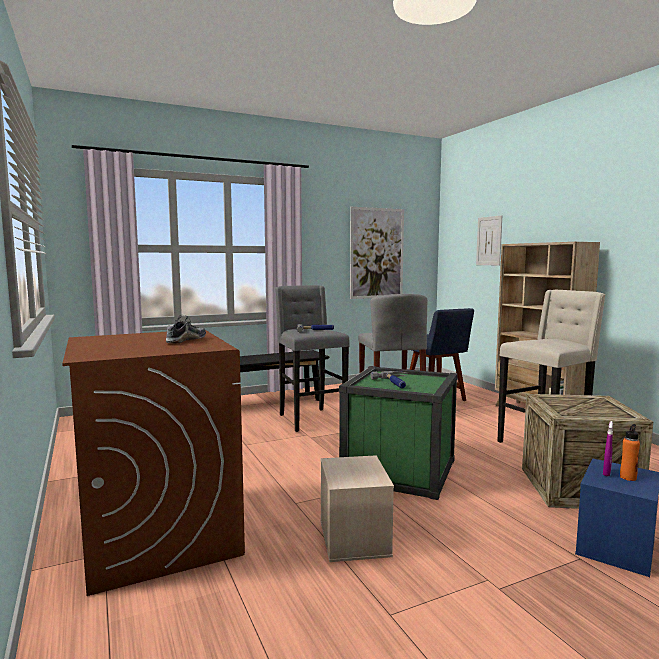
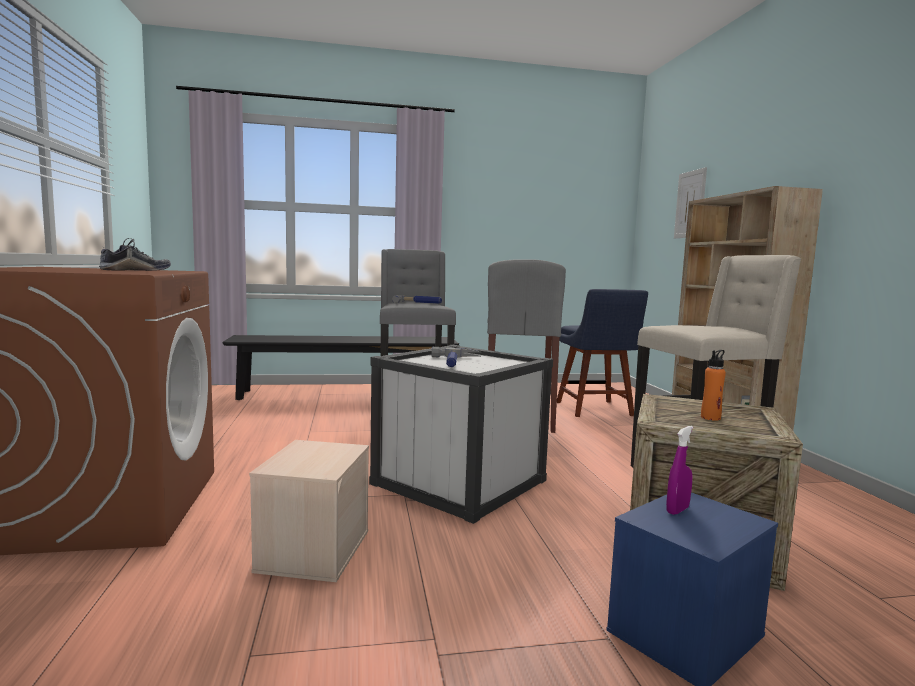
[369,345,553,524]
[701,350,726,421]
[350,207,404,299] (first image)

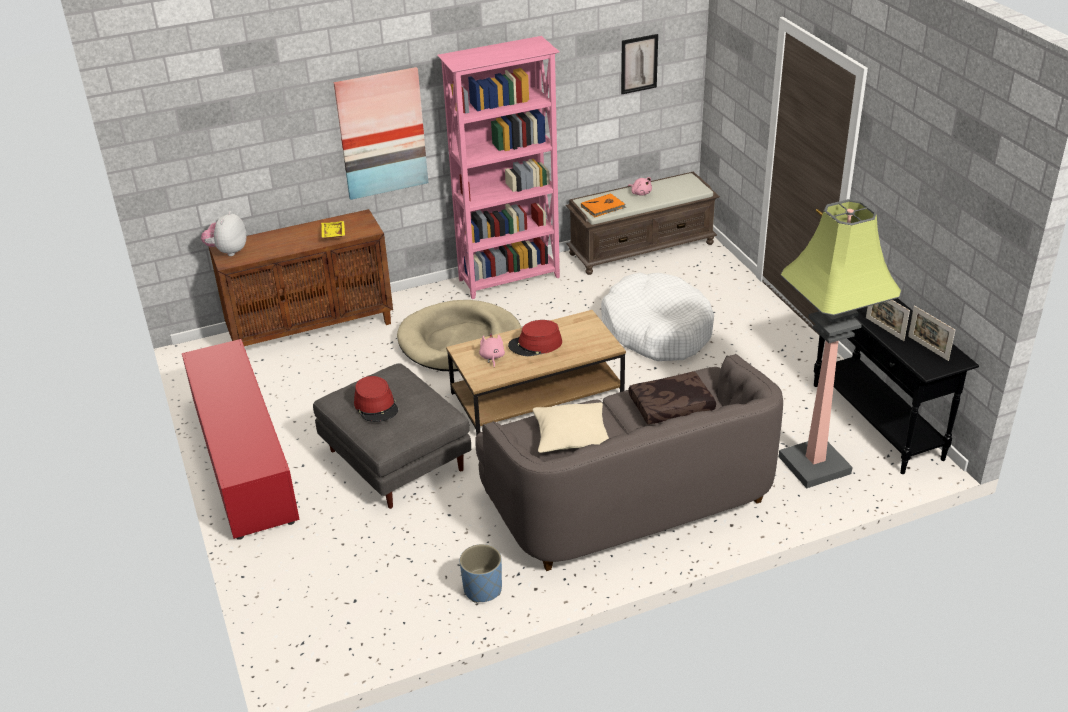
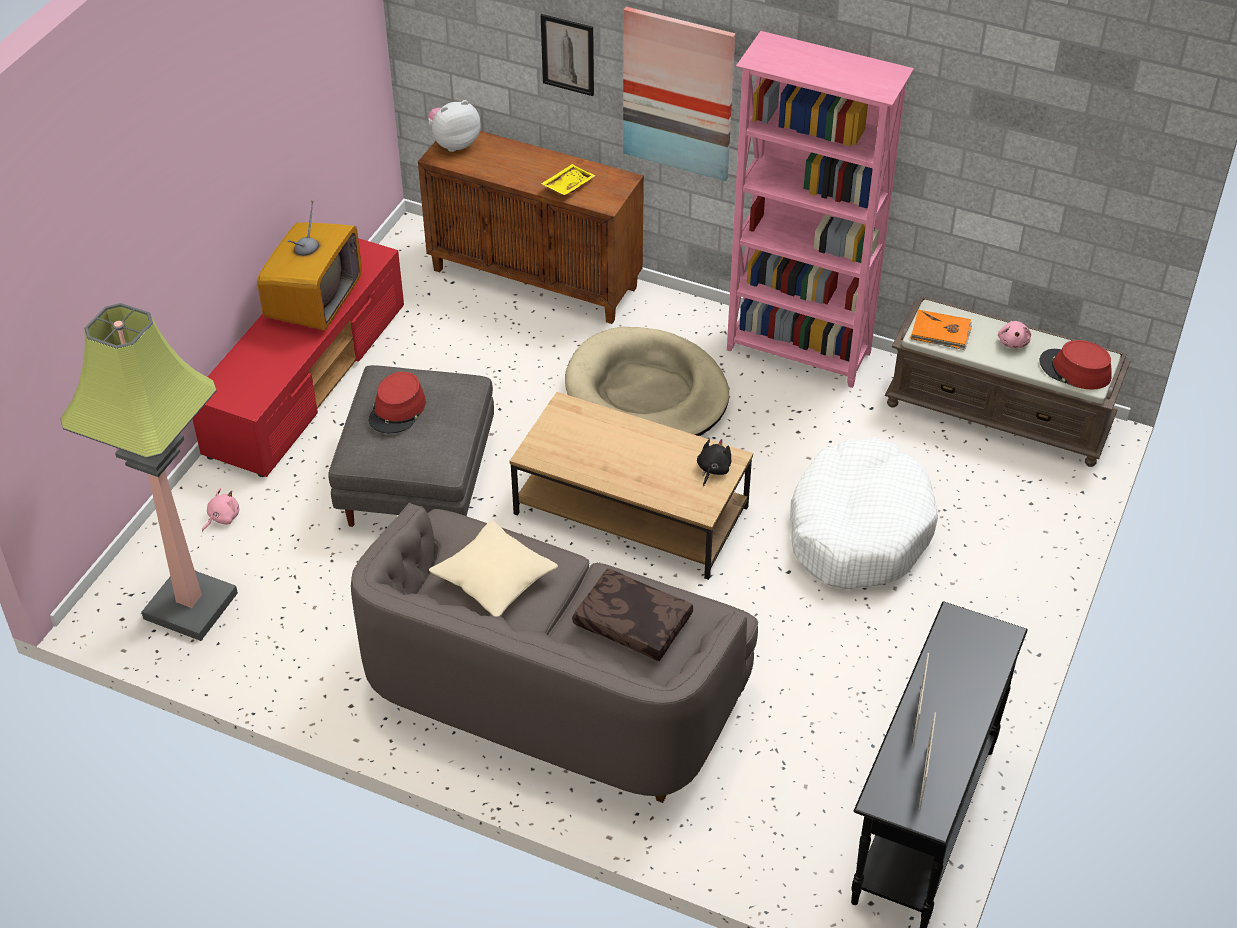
[60,303,238,641]
[202,488,239,532]
[257,200,362,331]
[541,14,594,96]
[697,439,732,486]
[1040,340,1112,390]
[460,544,502,603] (first image)

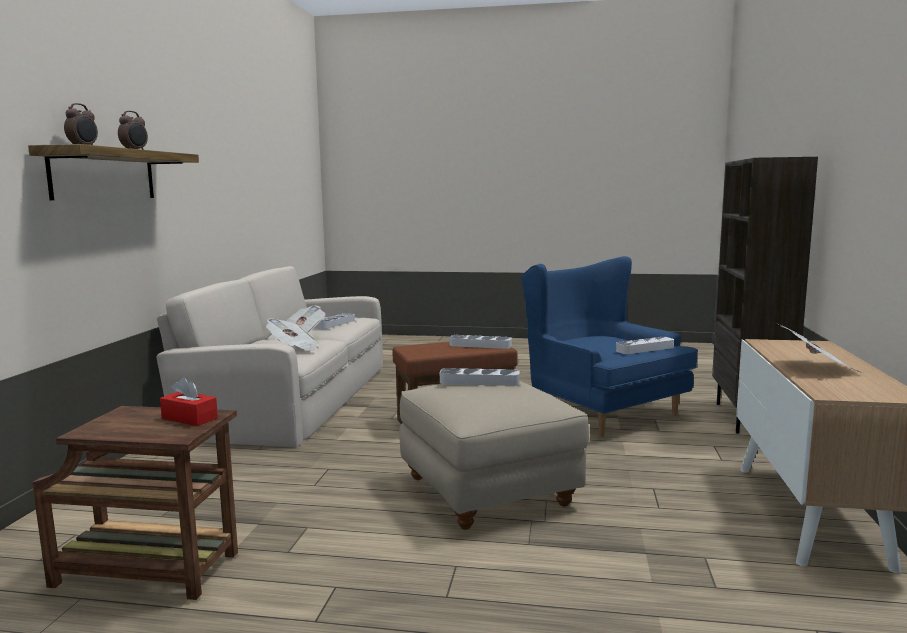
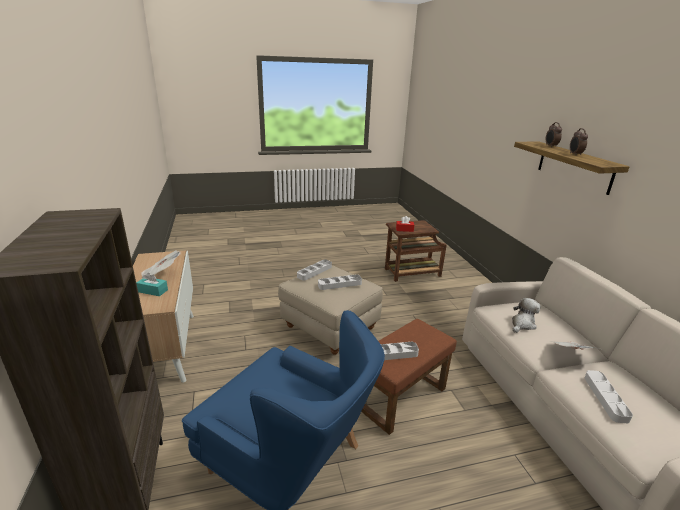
[136,273,168,296]
[297,259,332,281]
[512,298,540,333]

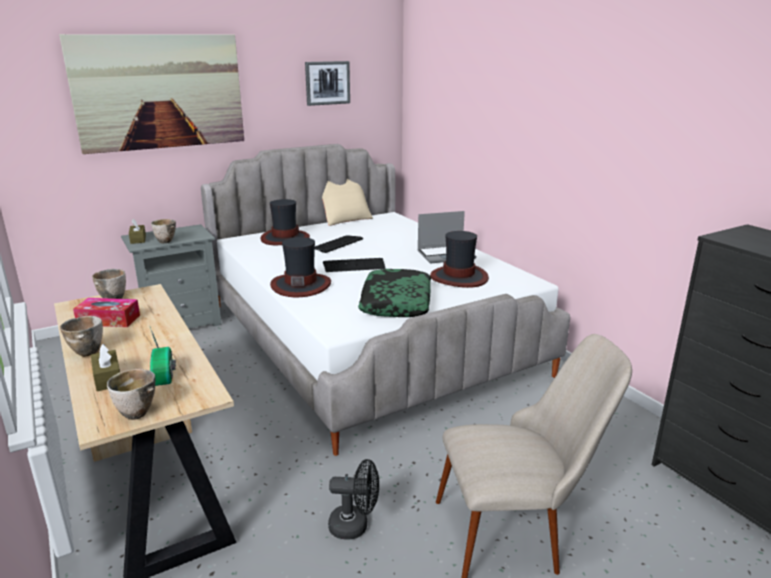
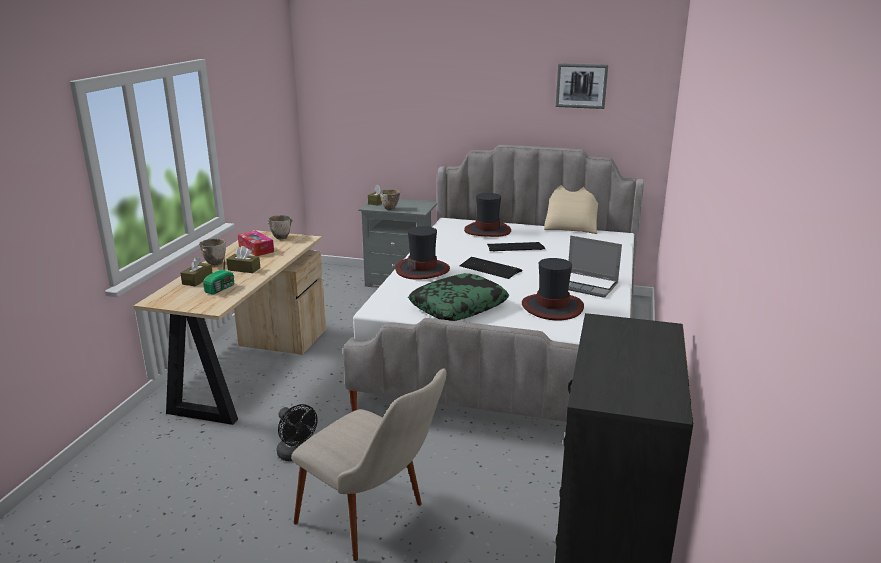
[226,246,260,273]
[59,34,244,154] (first image)
[107,369,155,420] (first image)

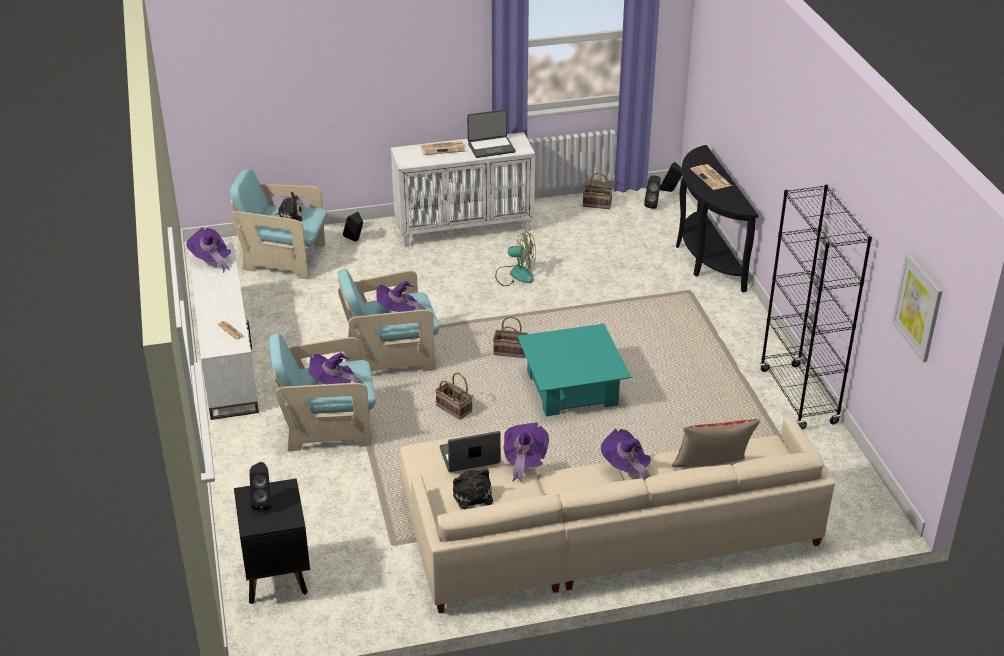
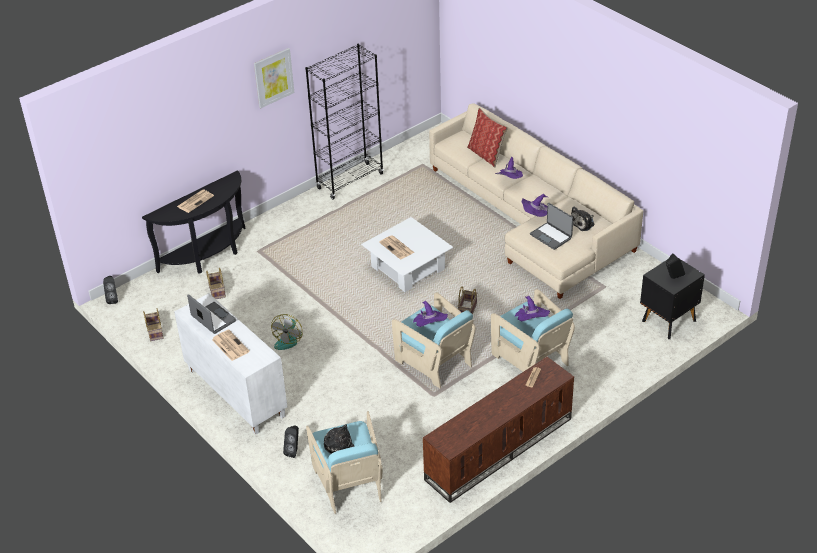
[206,268,226,299]
[254,48,294,108]
[271,314,303,350]
[361,217,453,292]
[379,235,415,259]
[423,357,574,503]
[186,227,231,273] (first image)
[644,176,661,209] (first image)

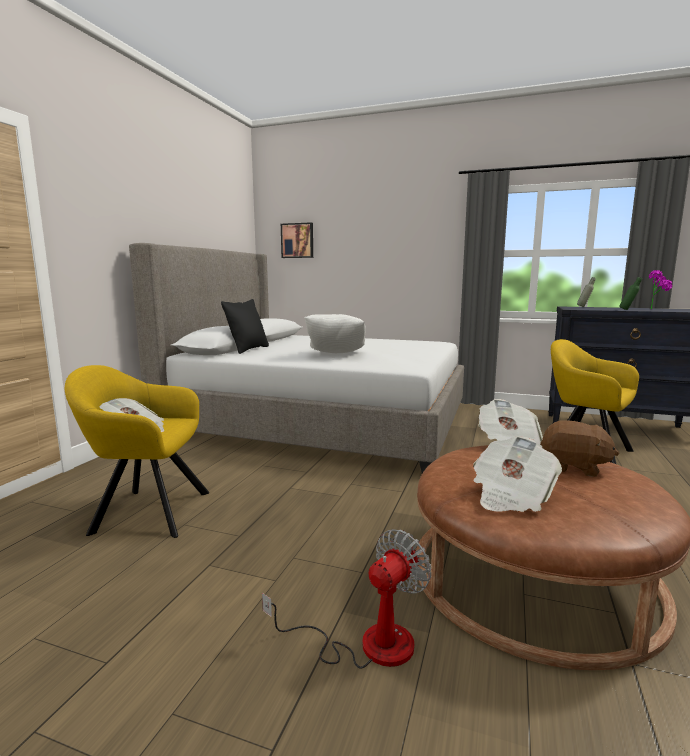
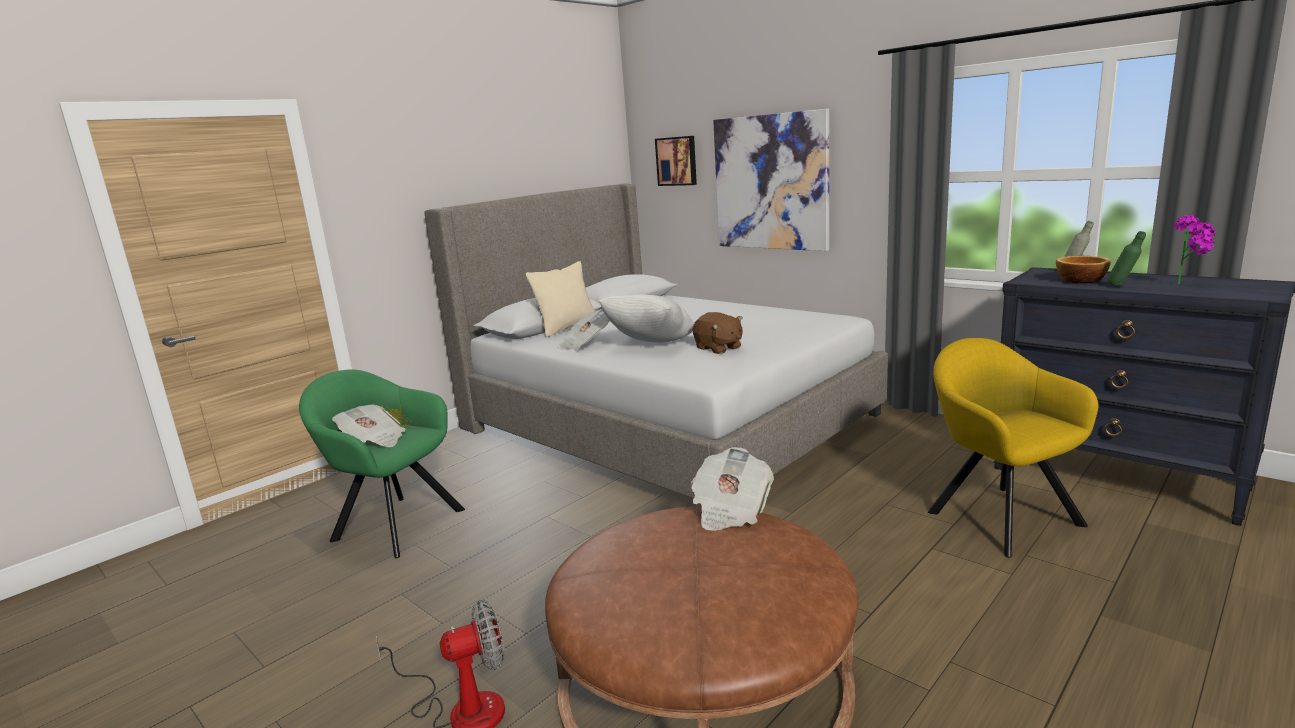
[299,369,465,558]
[526,261,595,337]
[557,309,610,349]
[693,312,743,354]
[713,109,829,251]
[1056,256,1111,284]

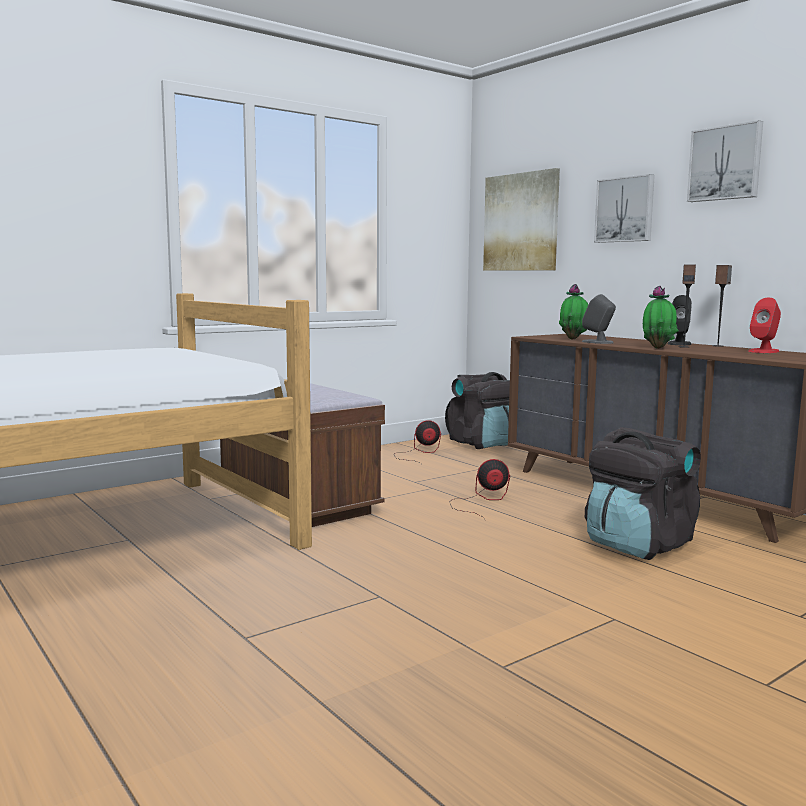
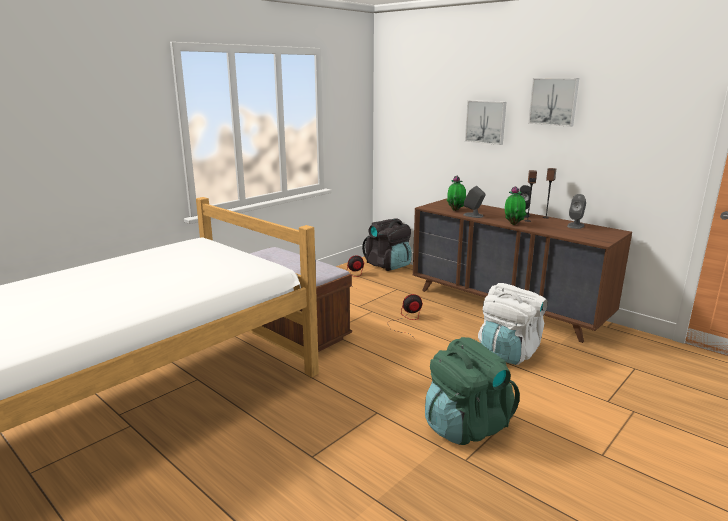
[425,337,520,445]
[478,283,548,365]
[567,194,586,229]
[483,168,560,271] (first image)

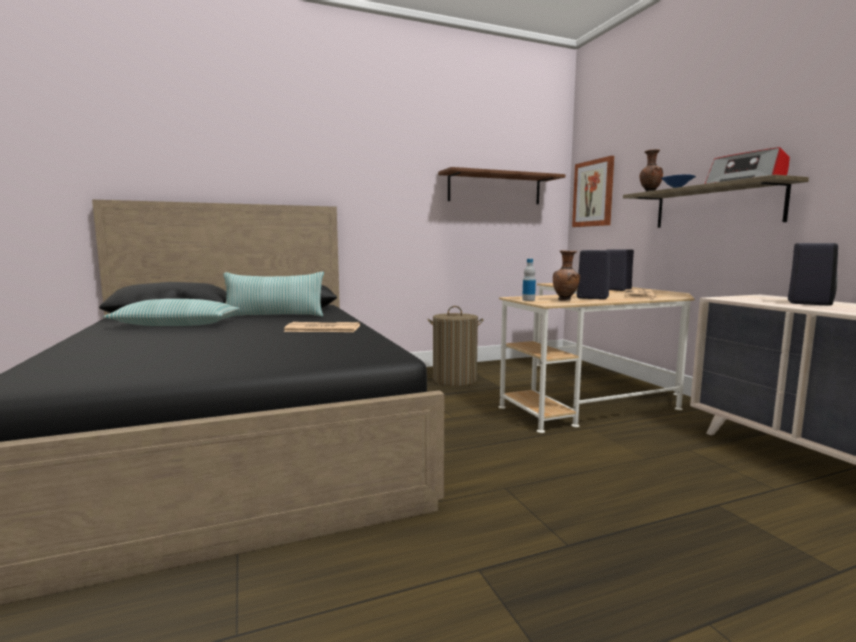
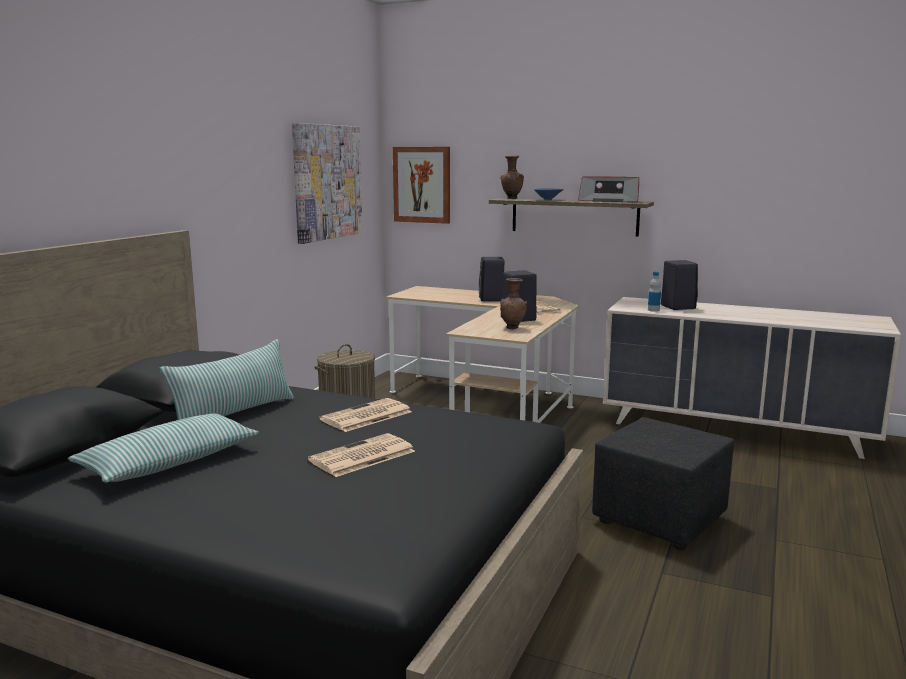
[292,123,363,244]
[308,433,415,477]
[592,417,734,550]
[648,271,661,312]

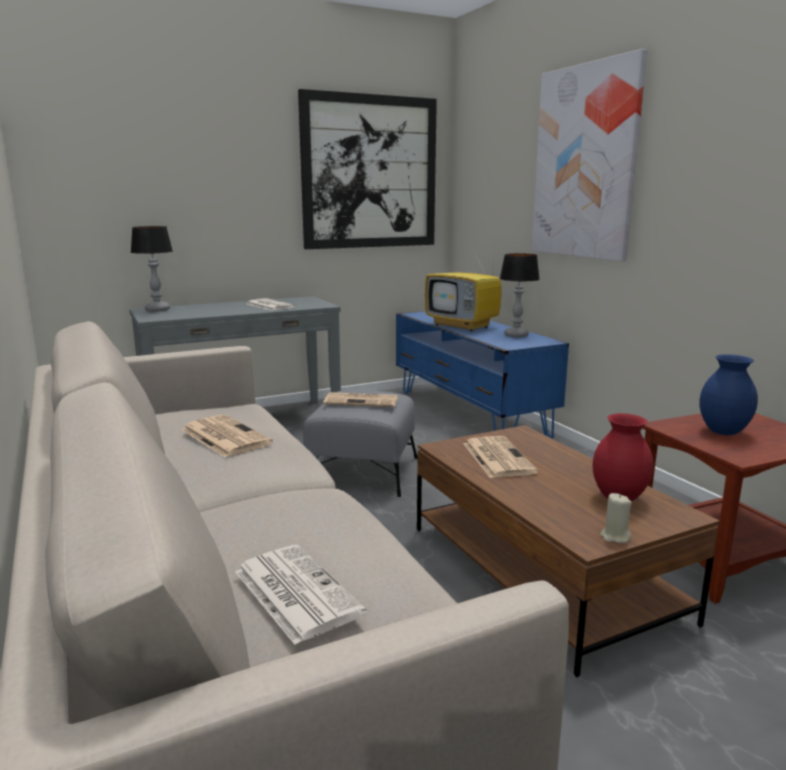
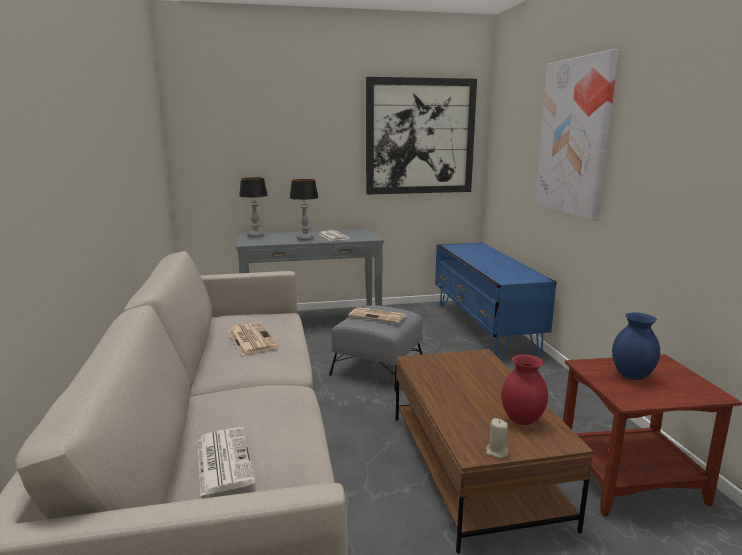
[290,179,319,241]
[425,252,501,331] (first image)
[464,436,538,478] (first image)

